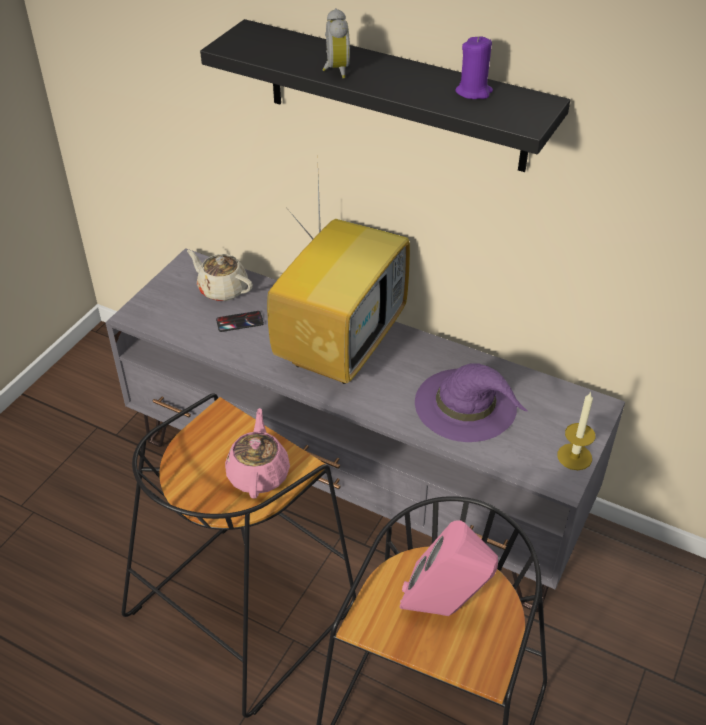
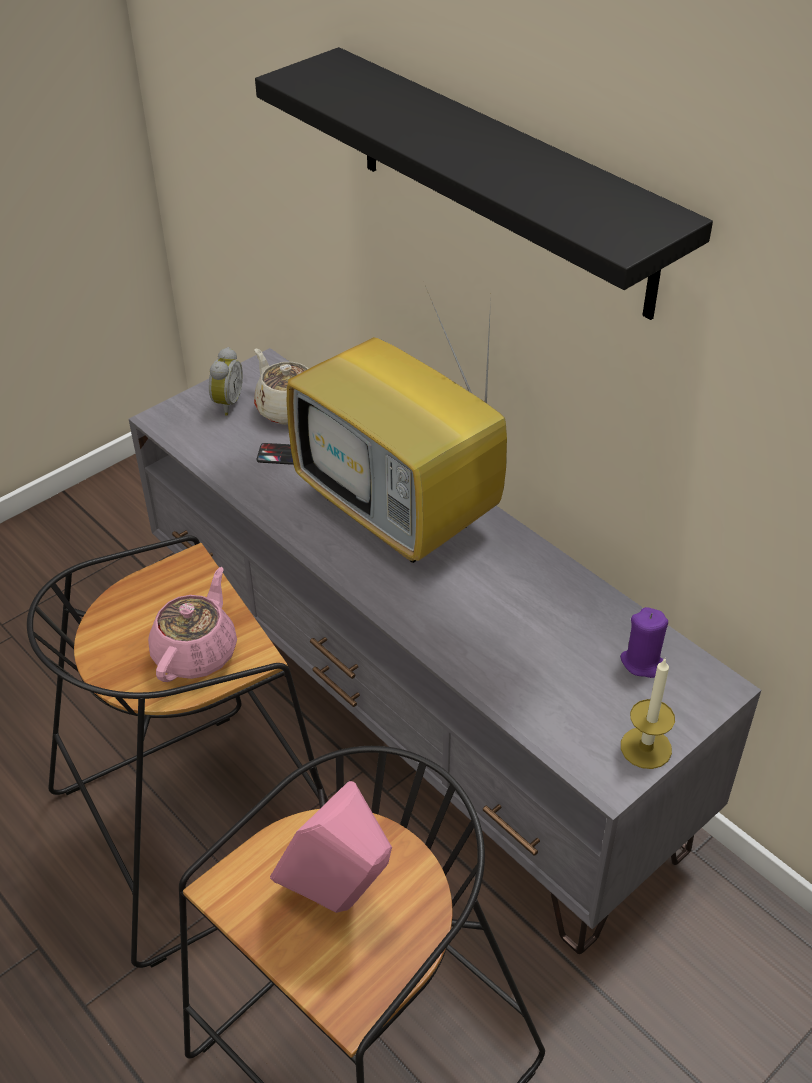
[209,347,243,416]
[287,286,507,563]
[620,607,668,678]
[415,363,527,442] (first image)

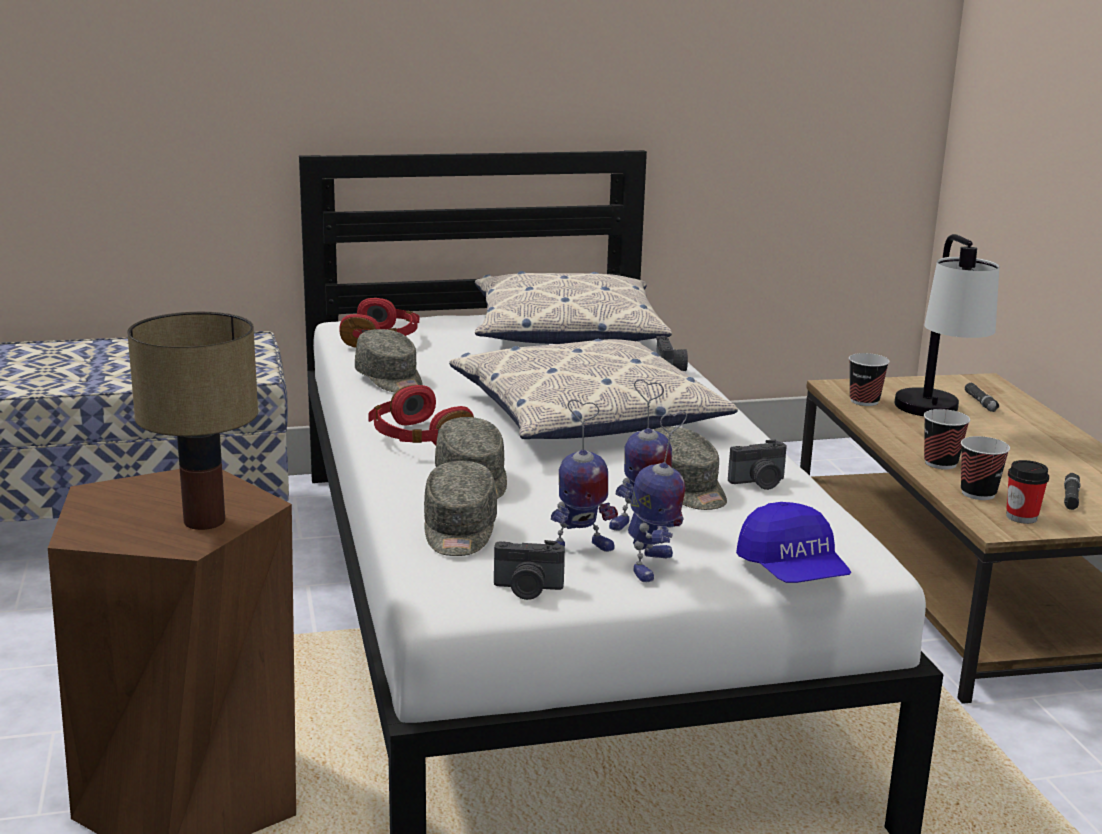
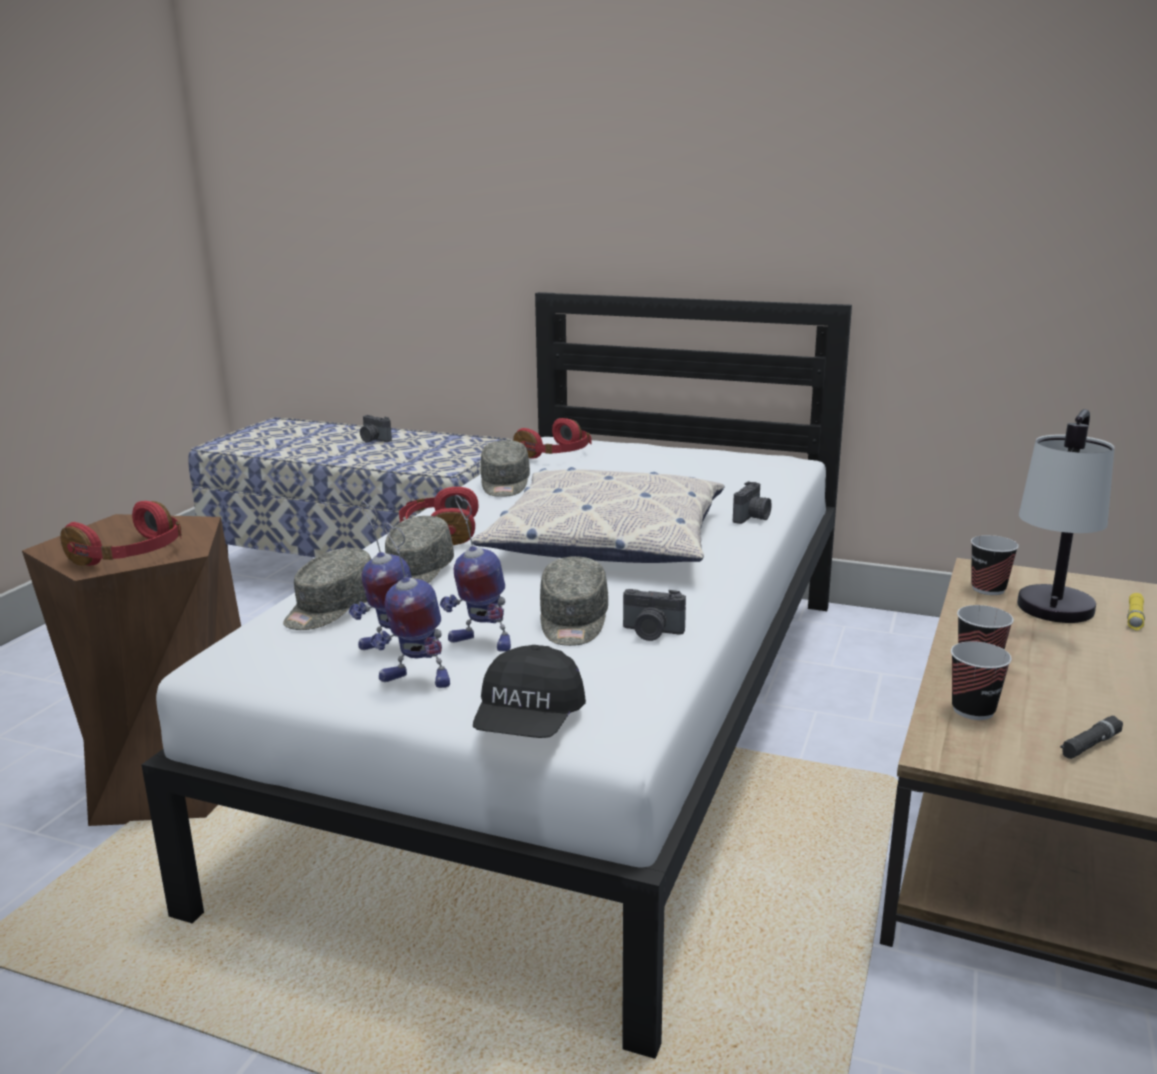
[60,501,181,566]
[360,415,392,442]
[370,522,450,688]
[473,645,586,738]
[1127,593,1145,630]
[475,271,672,344] (first image)
[1006,460,1049,524] (first image)

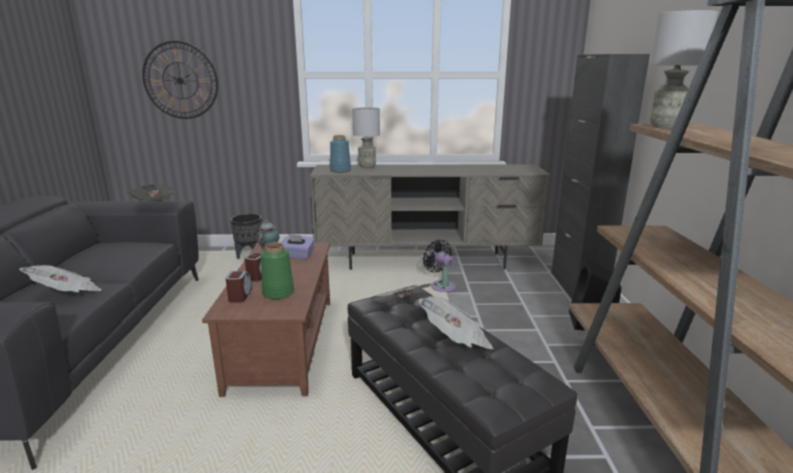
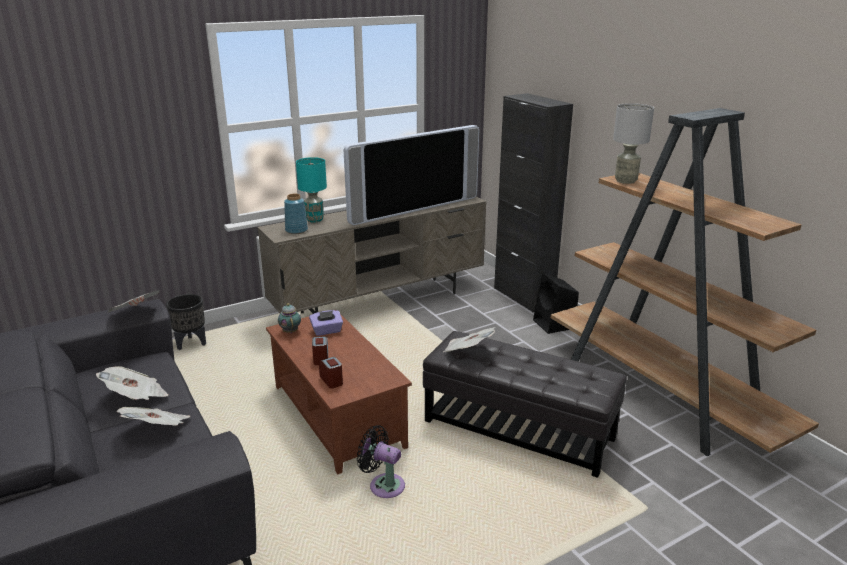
[96,366,168,400]
[296,157,327,223]
[344,125,479,225]
[357,425,405,498]
[142,41,218,119] (first image)
[261,242,294,299] (first image)

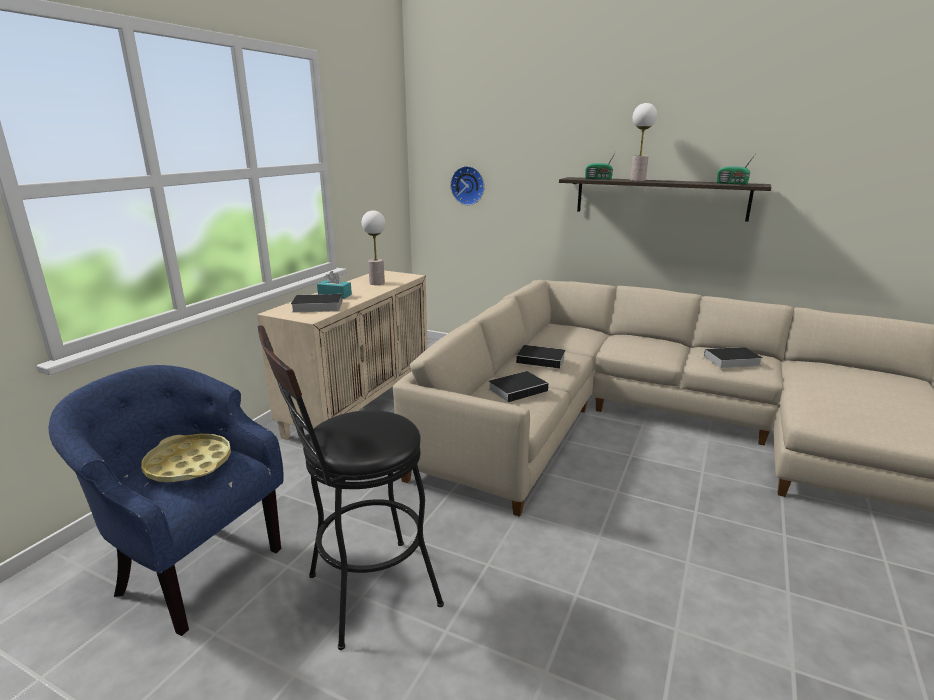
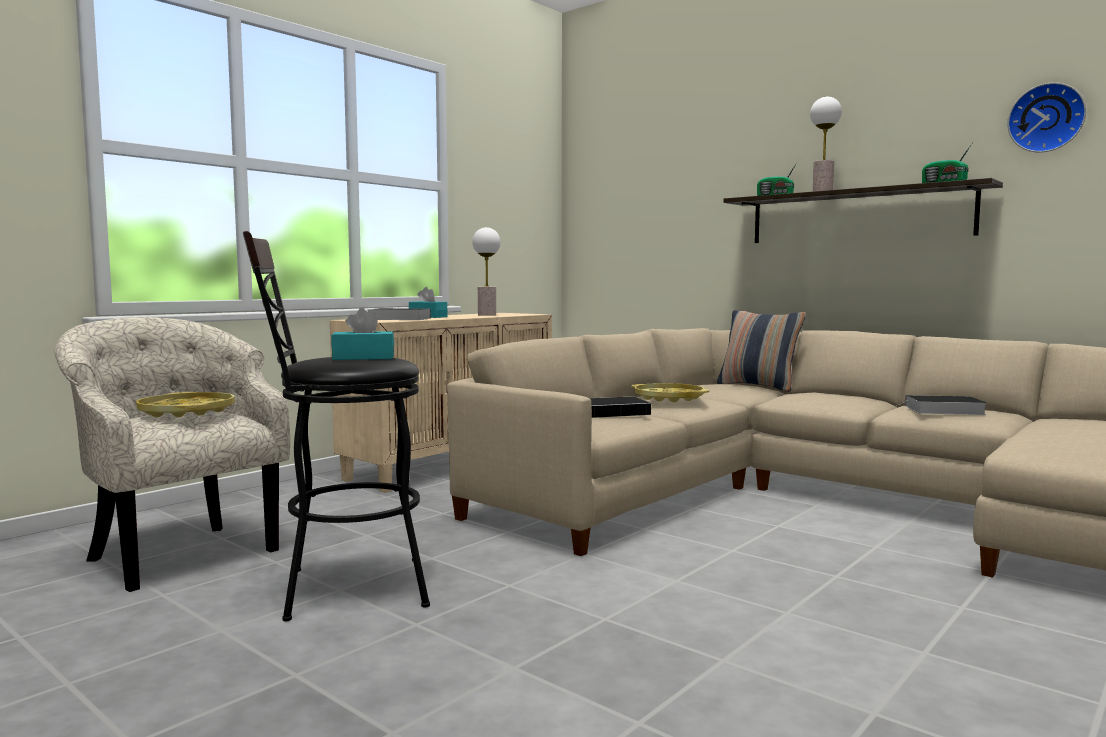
[54,317,290,592]
[331,308,394,360]
[631,383,709,402]
[717,310,806,392]
[1007,82,1086,153]

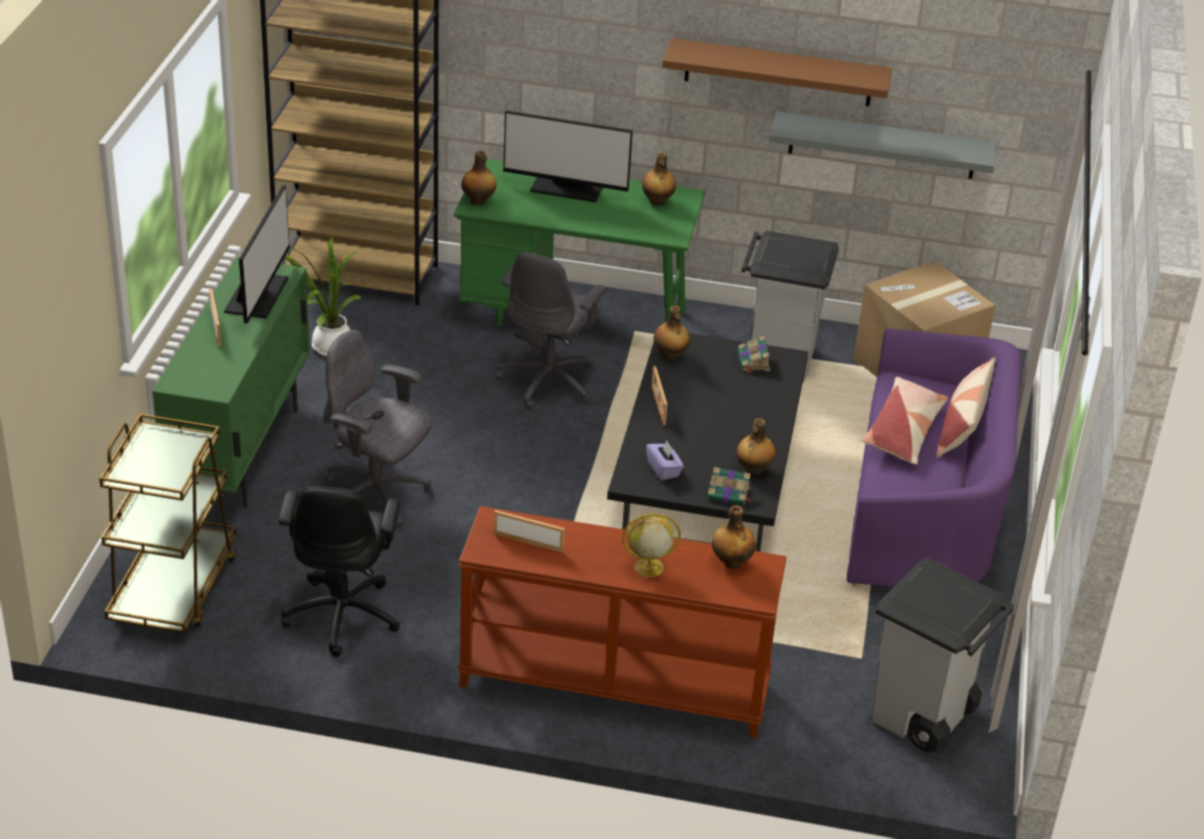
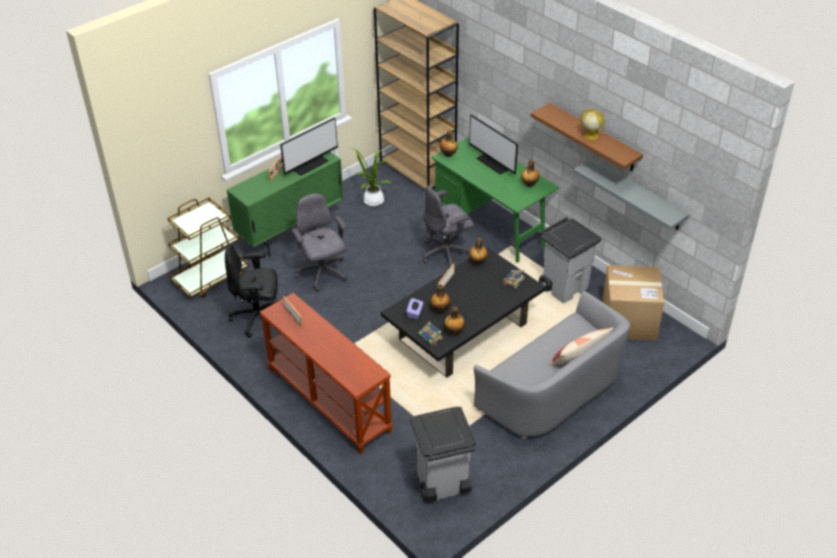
[225,244,279,338]
[431,284,451,313]
[473,291,630,439]
[580,108,605,140]
[861,377,948,465] (first image)

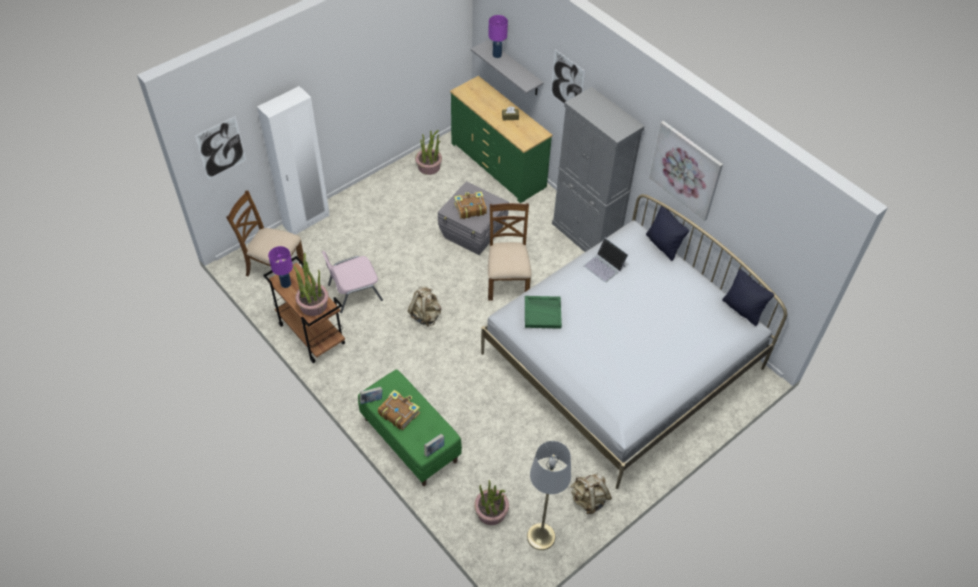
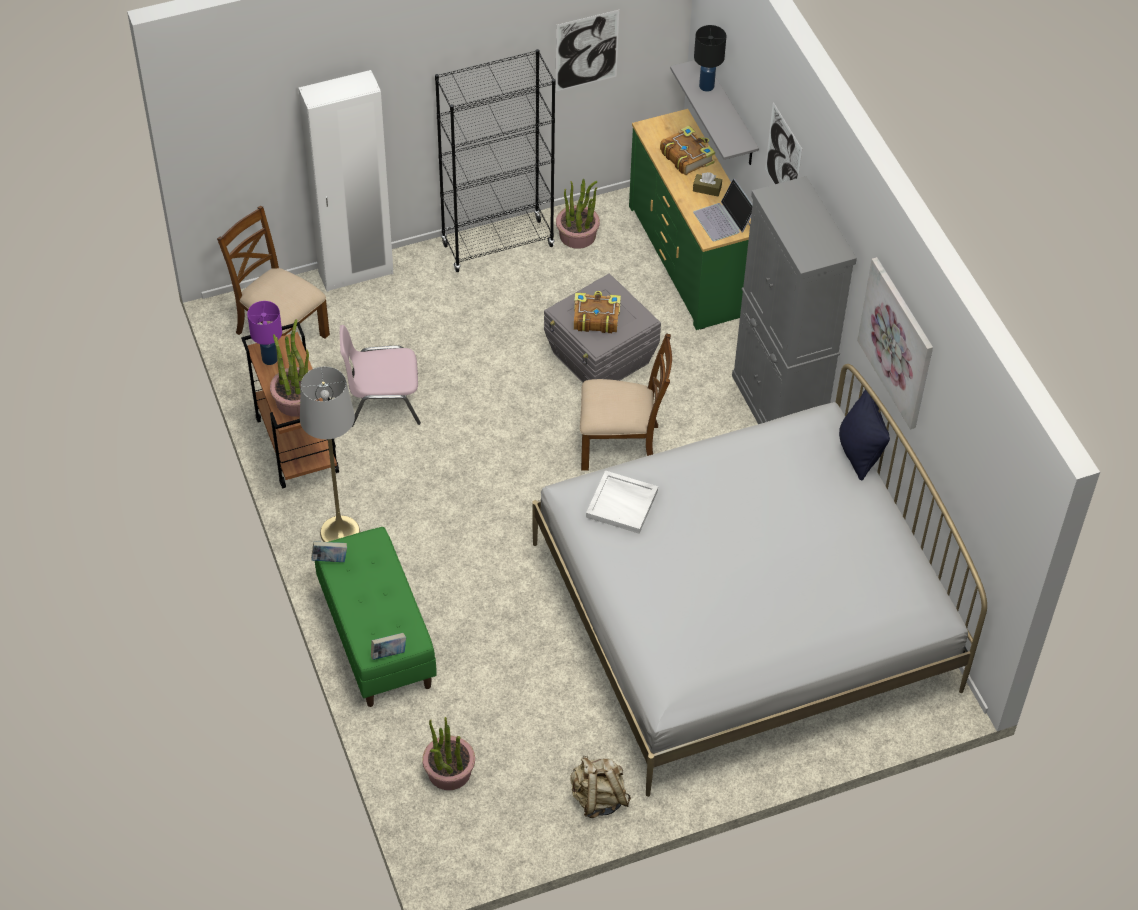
[300,367,360,542]
[435,49,556,272]
[555,10,619,92]
[580,333,672,471]
[586,470,658,534]
[660,126,715,175]
[693,178,753,241]
[694,25,726,92]
[408,287,441,327] (first image)
[722,269,774,326] (first image)

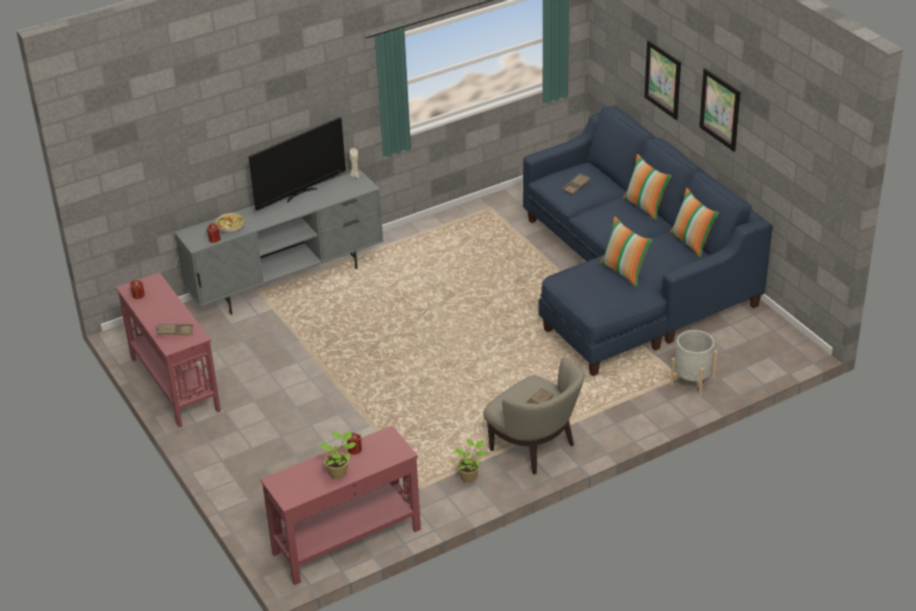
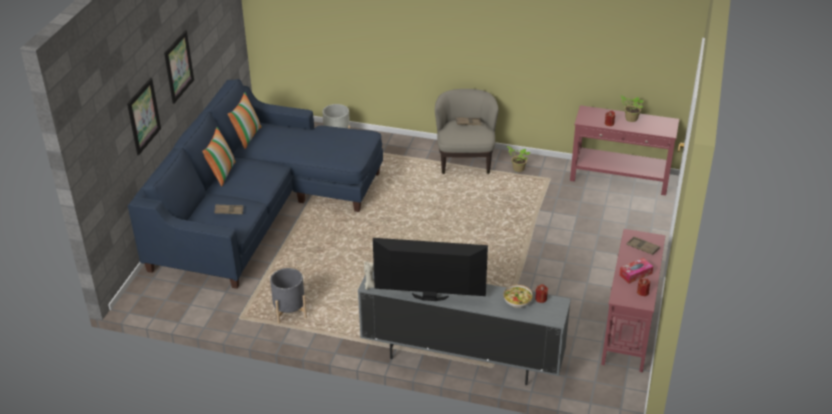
[270,268,307,324]
[619,258,653,283]
[600,216,652,287] (first image)

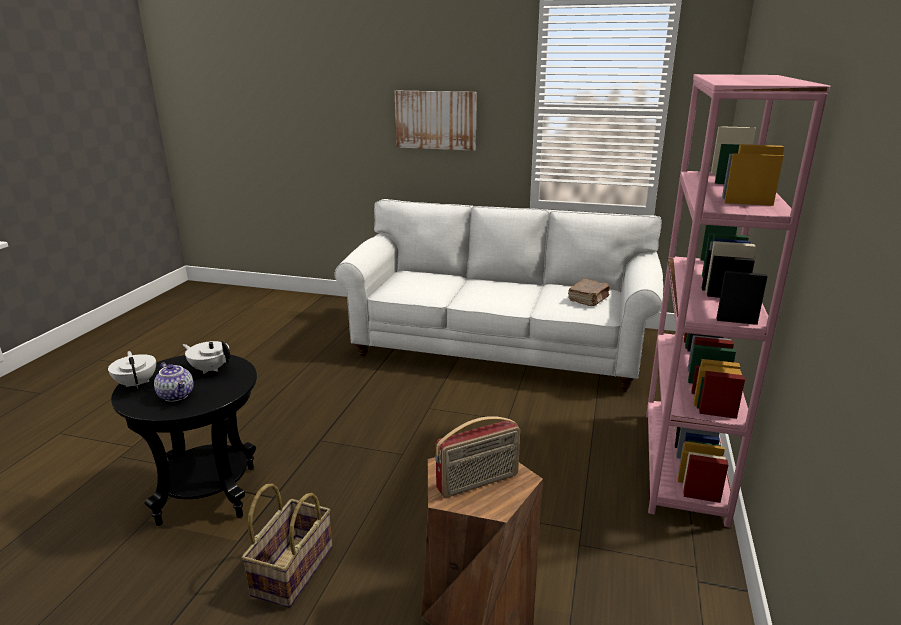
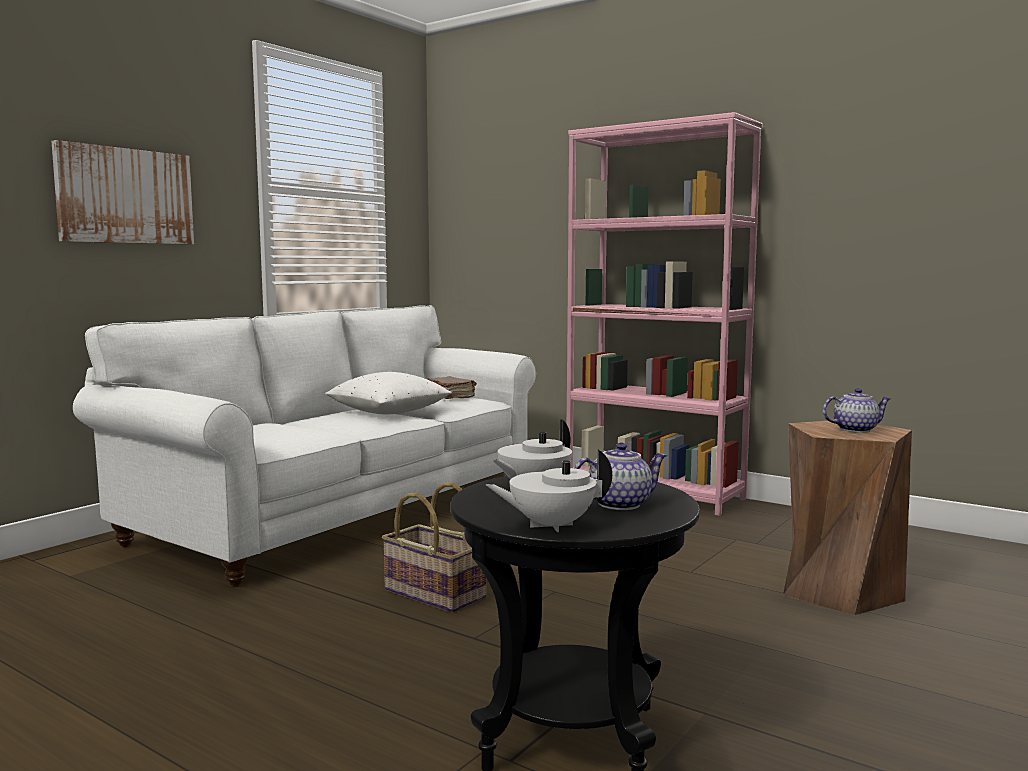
[325,372,452,414]
[382,483,486,613]
[823,388,890,433]

